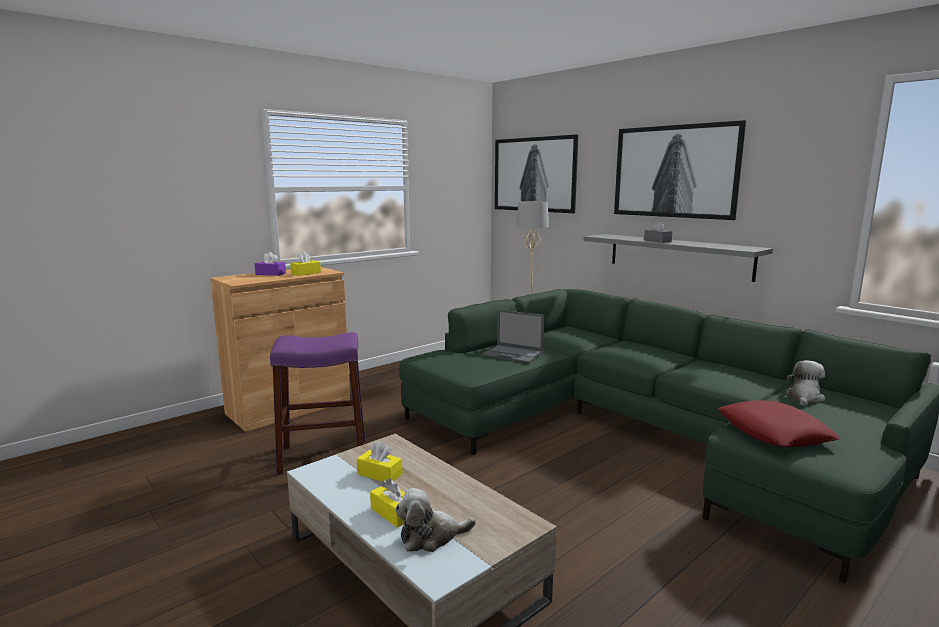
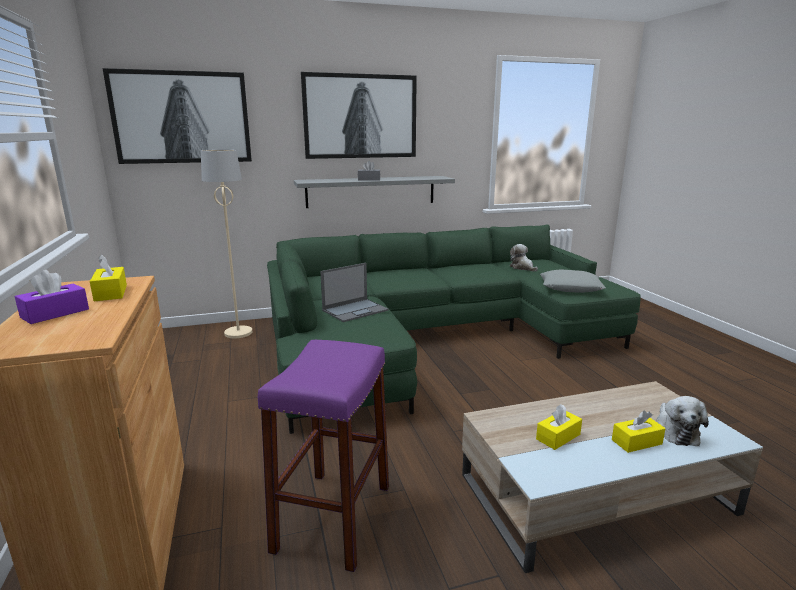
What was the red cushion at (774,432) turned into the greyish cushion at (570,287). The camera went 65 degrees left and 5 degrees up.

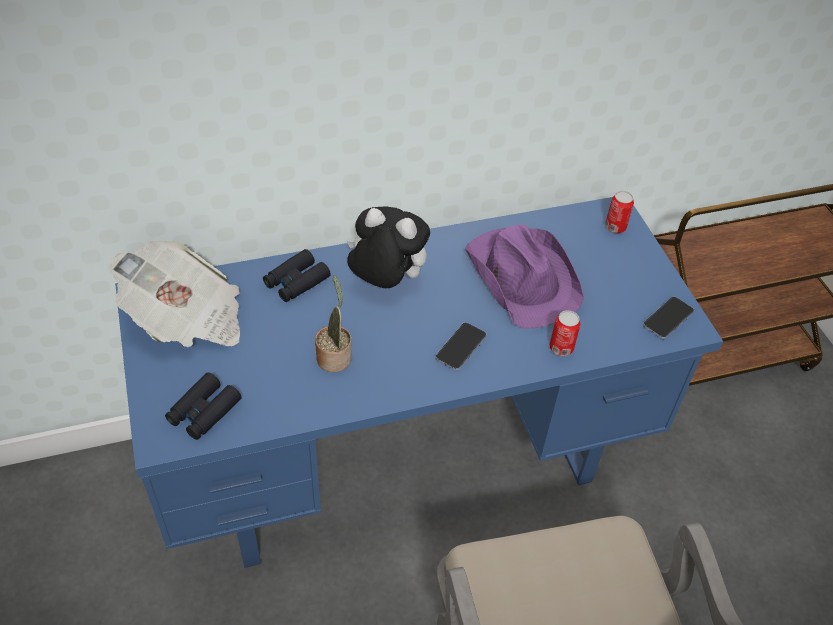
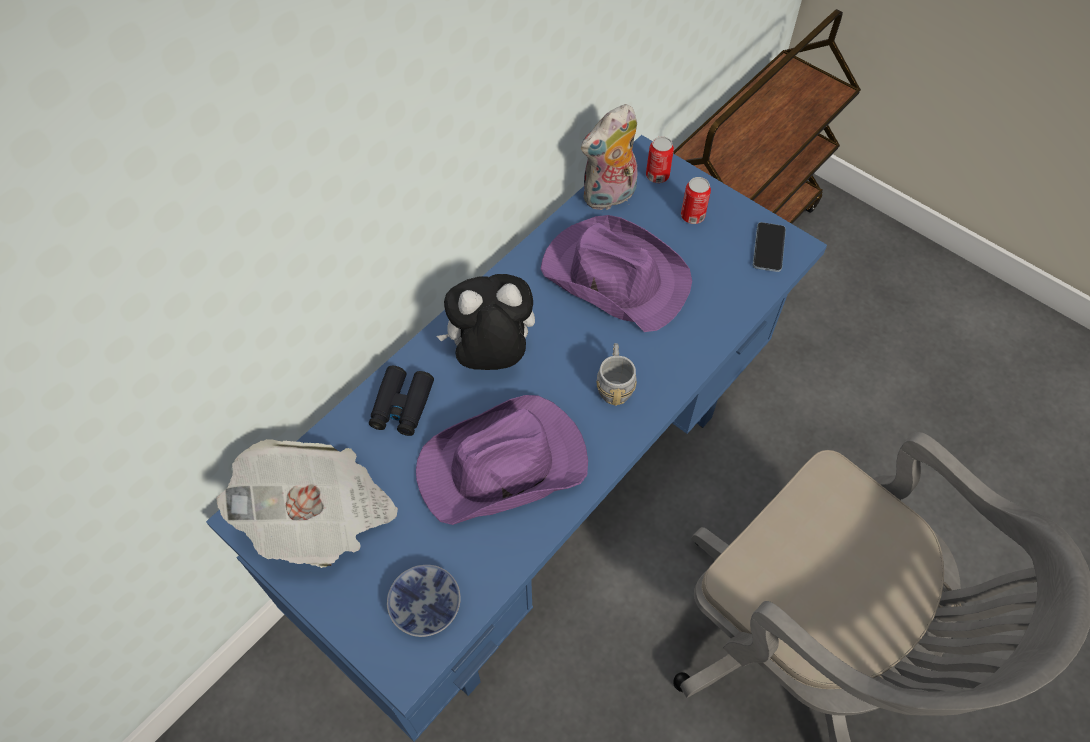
The second view gained the cuddly toy at (609,197). The sealed can ended up elsewhere, having gone from (561,348) to (692,216). Where the black binoculars stood at (204,412), the deep dish came to stand at (423,607). Where the plant in a pot stood at (334,356), the purple-coloured wearable hat came to stand at (504,466). Where the telephone stood at (460,347), the greyish tea mug came to stand at (614,384). The camera went 30 degrees left and 10 degrees up.

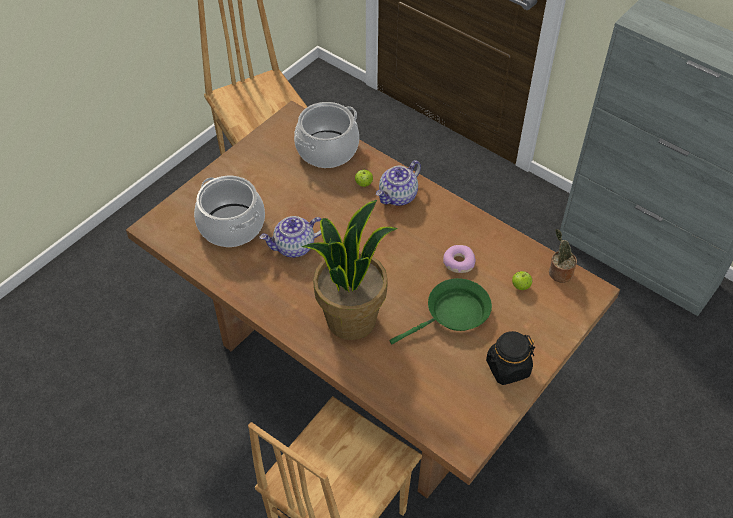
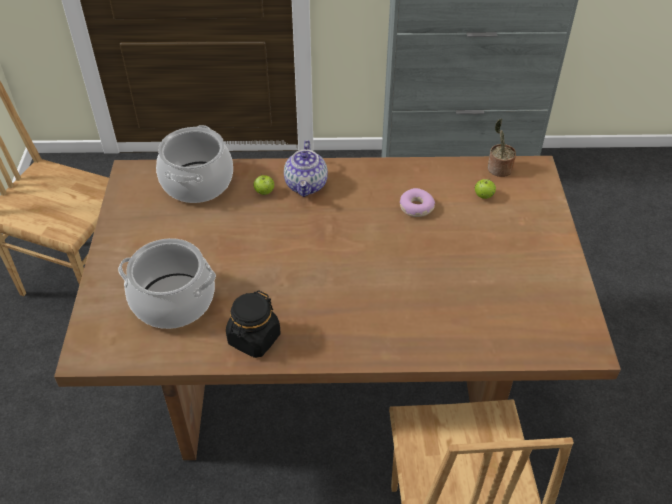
The second view lost the teapot at (294,247). The second view lost the plant in a pot at (351,318). The second view lost the greenish frying pan at (453,314). The black storage jar ended up elsewhere, having gone from (507,368) to (254,339). The camera went 40 degrees left and 5 degrees down.

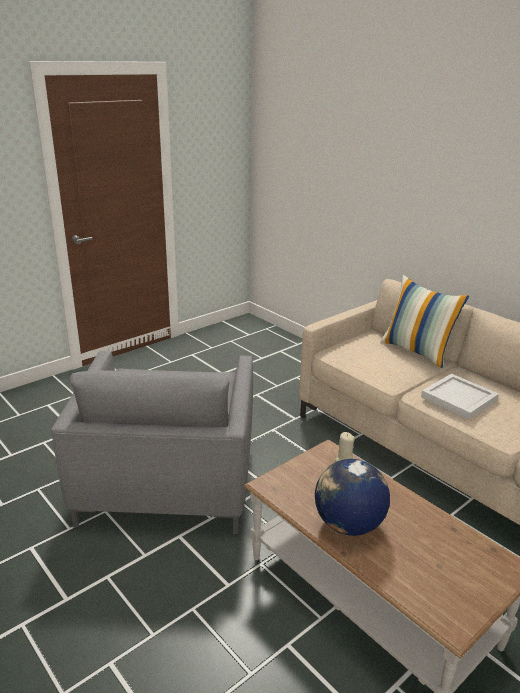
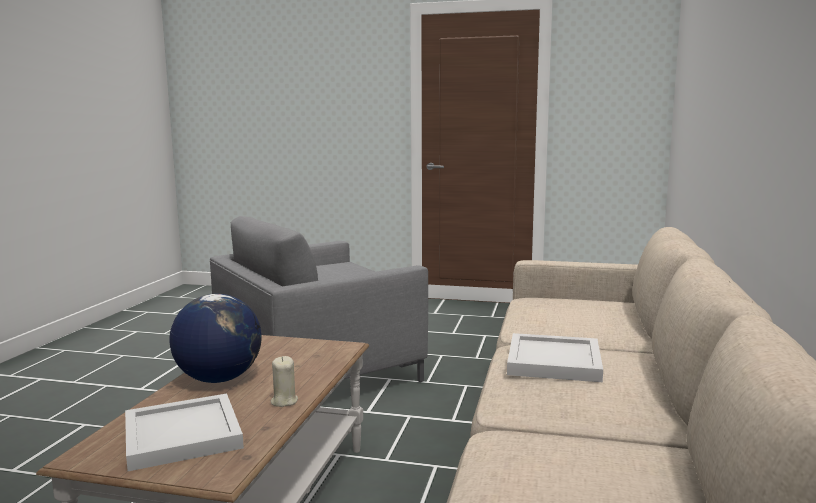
The second view lost the cushion at (417,351). The second view gained the white-coloured tray at (184,435). The sand-coloured wax candle ended up elsewhere, having gone from (344,459) to (284,401). The camera went 55 degrees right and 15 degrees down.

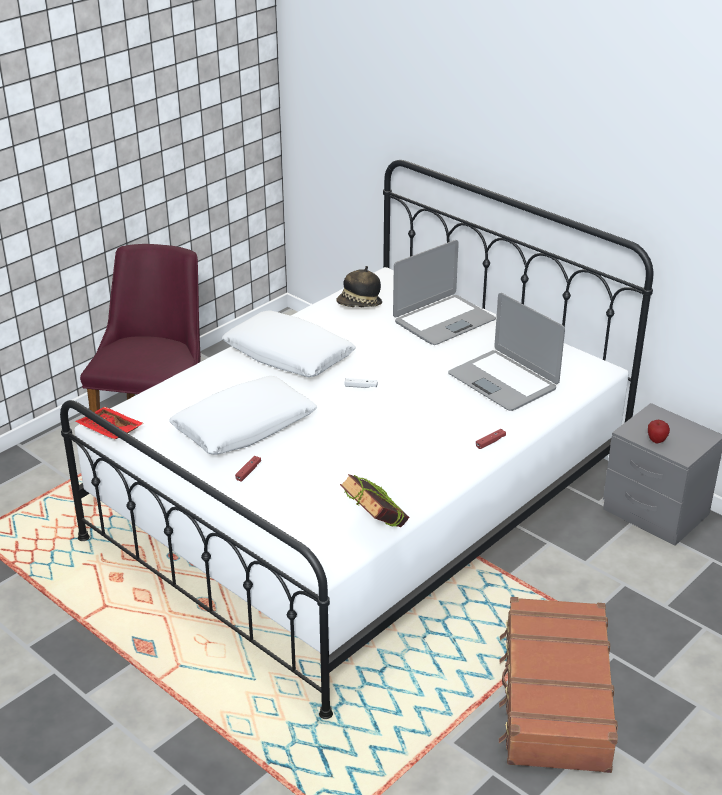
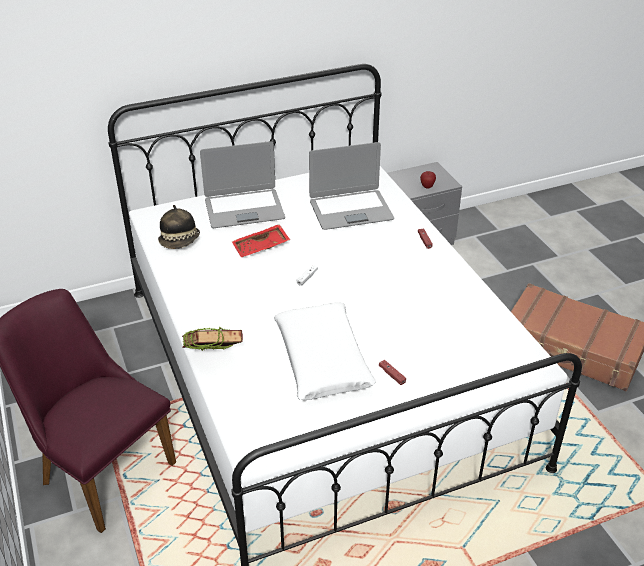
The second view lost the white-coloured cushion at (288,355). The red tray ended up elsewhere, having gone from (109,431) to (261,247). The volume ended up elsewhere, having gone from (374,528) to (213,361). The portable computer at (443,321) ended up facing another way, 90 degrees clockwise from before. The camera went 65 degrees left and 5 degrees up.

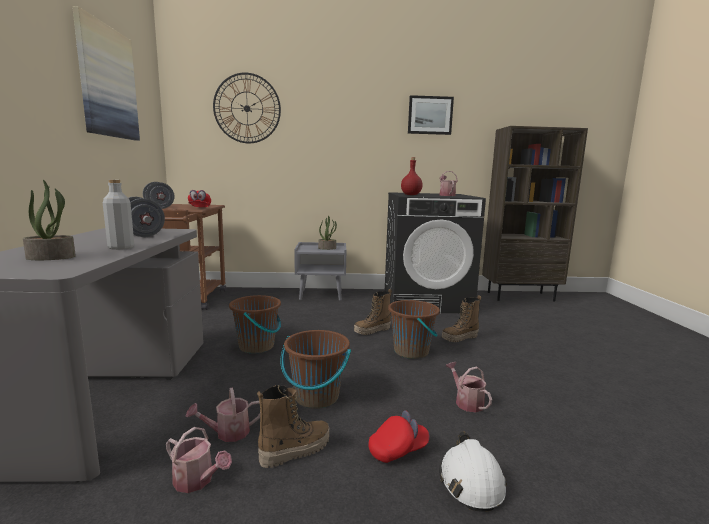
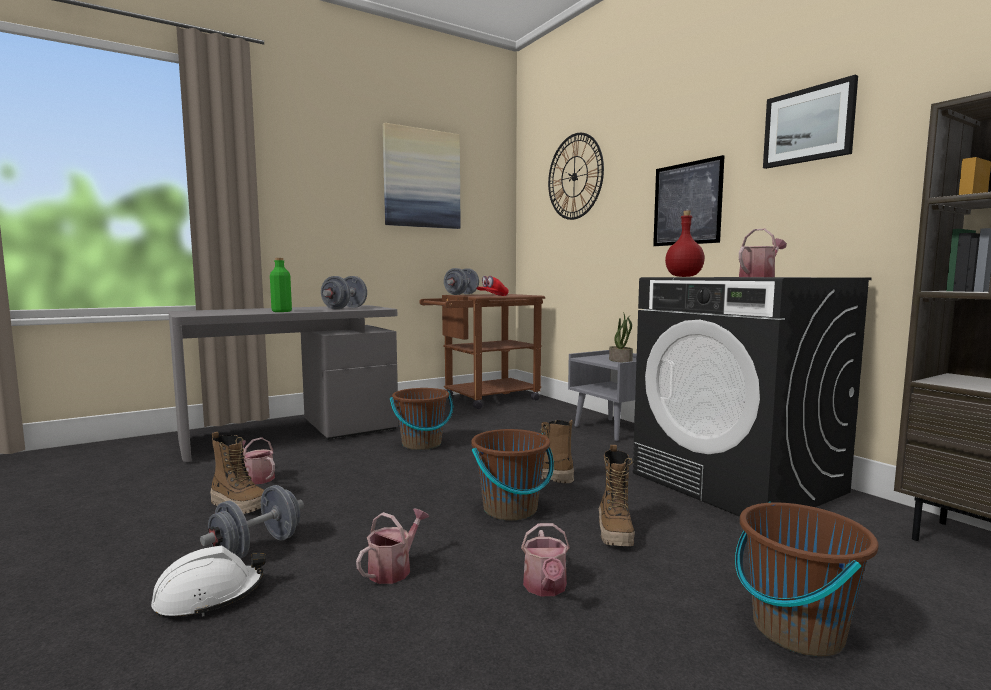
The second view lost the plant in a pot at (52,257). The second view gained the wall art at (687,204). The watering pot ended up elsewhere, having gone from (197,481) to (546,588). The brown bucket ended up elsewhere, having gone from (316,397) to (796,630). Where the red cap stood at (398,450), the greyish free weight came to stand at (257,547). What was the greyish bottle at (121,247) turned into the greenish bottle at (281,311). The tall boot at (460,338) ended up facing another way, 120 degrees counterclockwise from before. The camera went 60 degrees right and 5 degrees down.

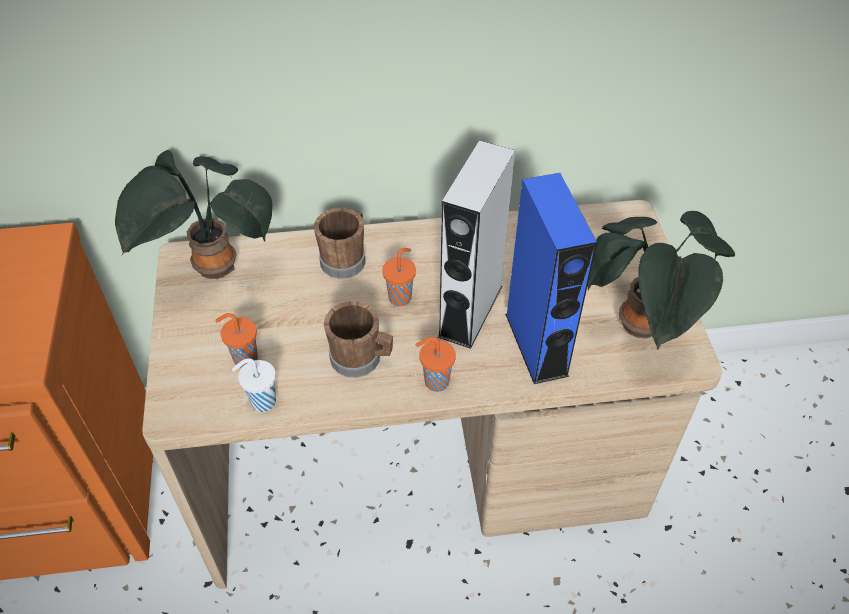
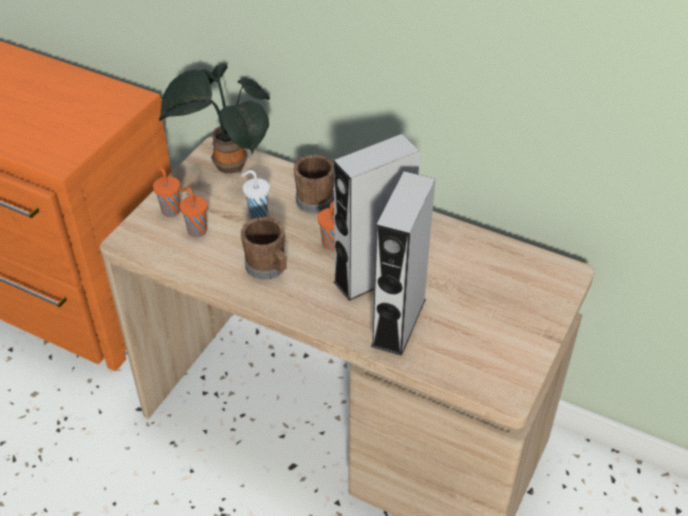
The second view lost the plant in a pot at (641,329). The white-coloured cup ended up elsewhere, having gone from (261,402) to (257,213). The orangey cup ended up elsewhere, having gone from (435,382) to (170,210). What was the blue audio speaker at (536,344) turned into the greyish audio speaker at (398,322). The camera went 35 degrees right and 5 degrees down.

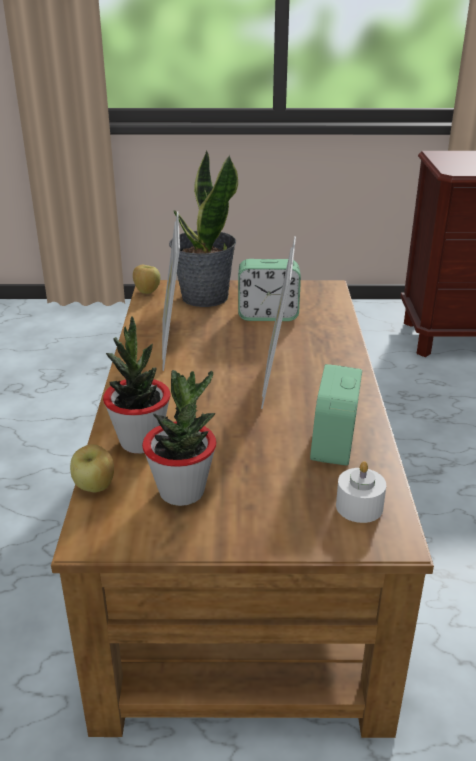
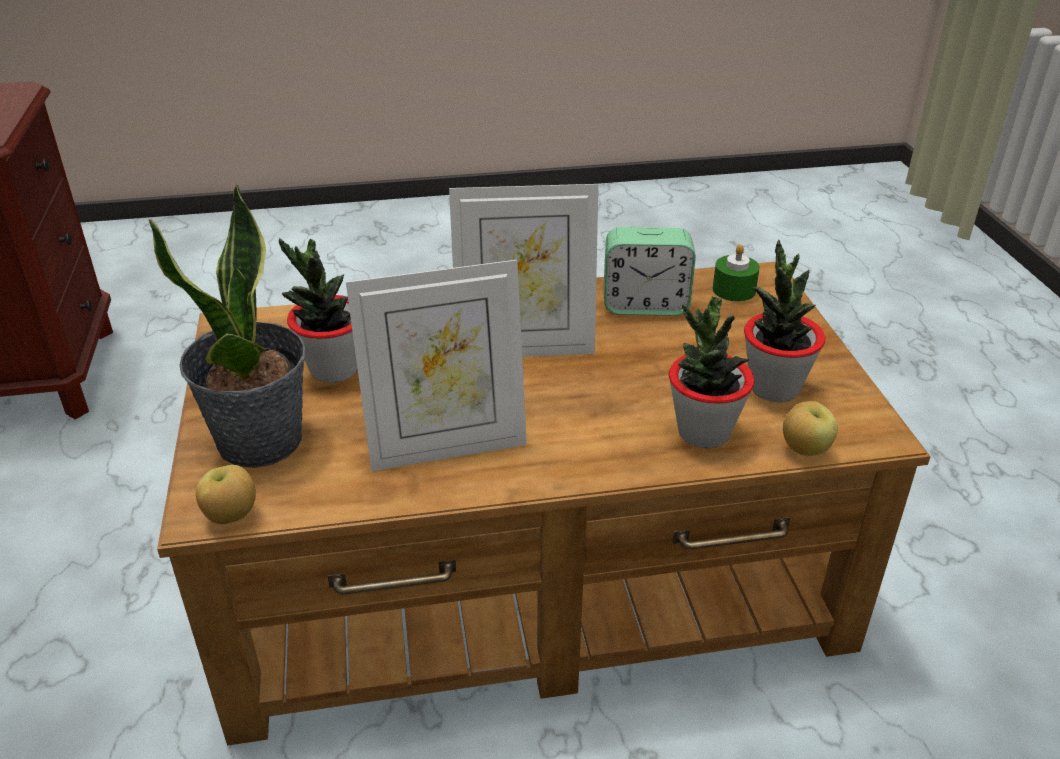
Where the table clock stood at (268,315), the plant in a pot came to stand at (333,369). What was the white-coloured wax candle at (359,506) turned into the greenish wax candle at (734,290). The camera went 100 degrees left and 5 degrees up.

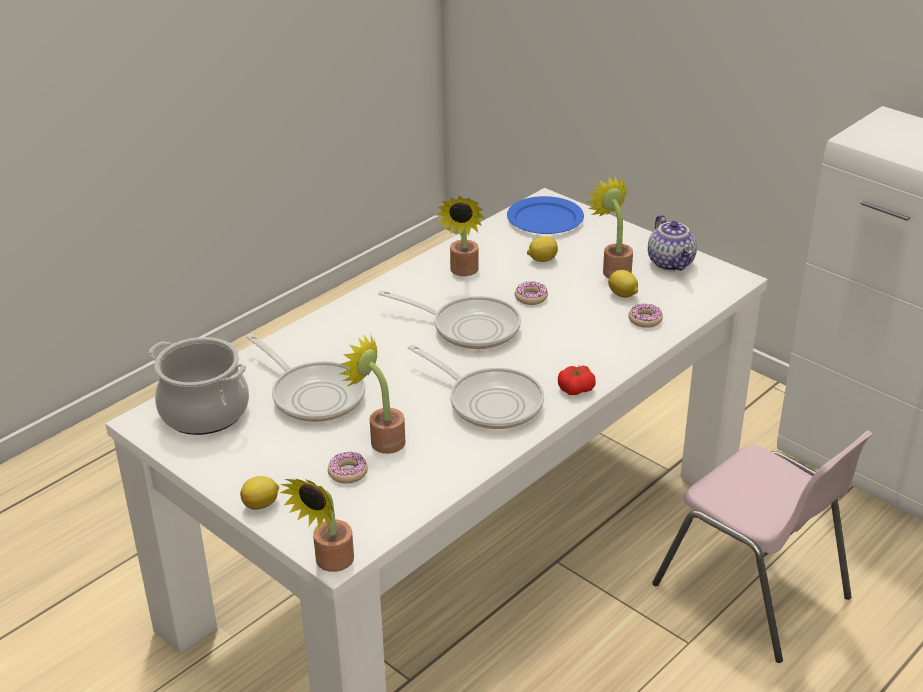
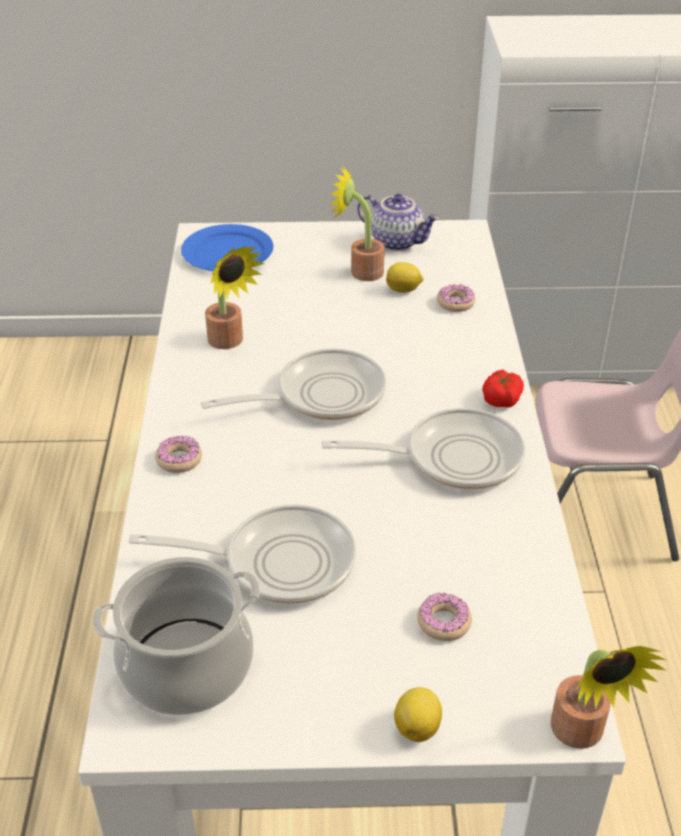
The second view lost the plant in a pot at (382,440). The second view lost the whole lemon at (542,260). The doughnut ended up elsewhere, having gone from (531,297) to (179,460). The camera went 45 degrees left and 5 degrees up.

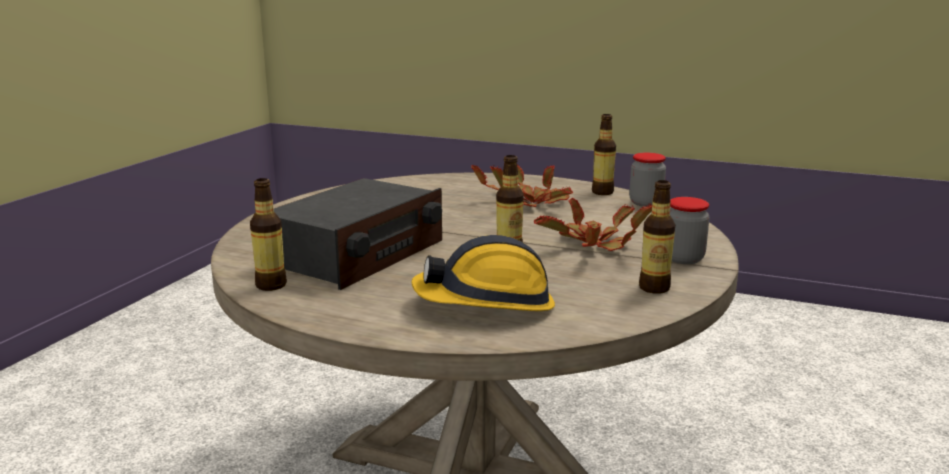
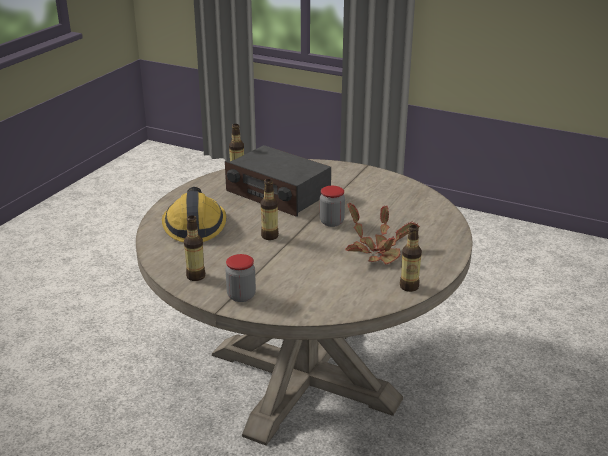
The second view lost the plant in a pot at (593,245). The storage jar ended up elsewhere, having gone from (645,203) to (331,222). The camera went 95 degrees right and 10 degrees up.

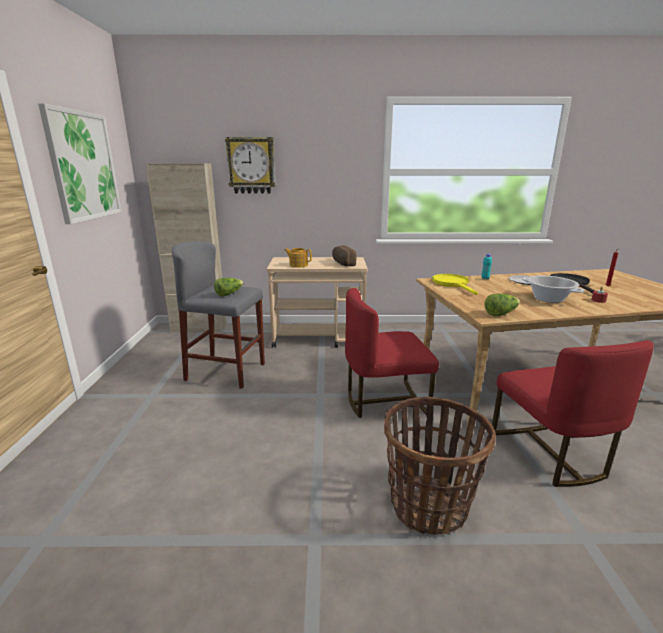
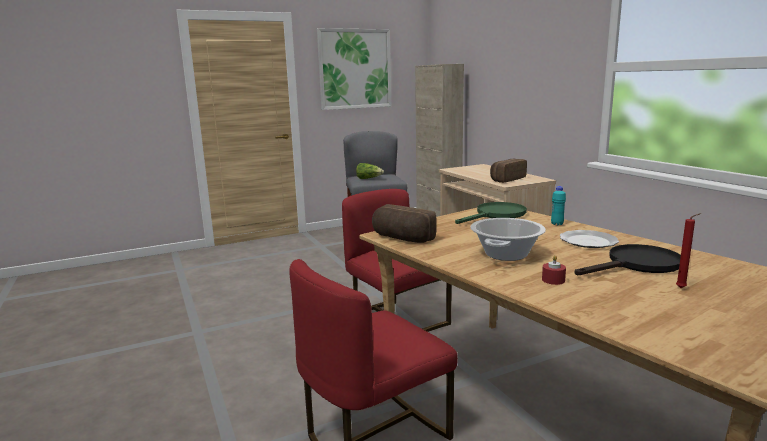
The second view lost the hanging clock at (251,165). The second view lost the teapot at (298,265). The second view lost the household basket at (429,506). Where the lettuce stood at (500,313), the bread came to stand at (402,238). What was the yellowish frying pan at (453,284) turned into the greenish frying pan at (496,215). The camera went 65 degrees right and 5 degrees down.

